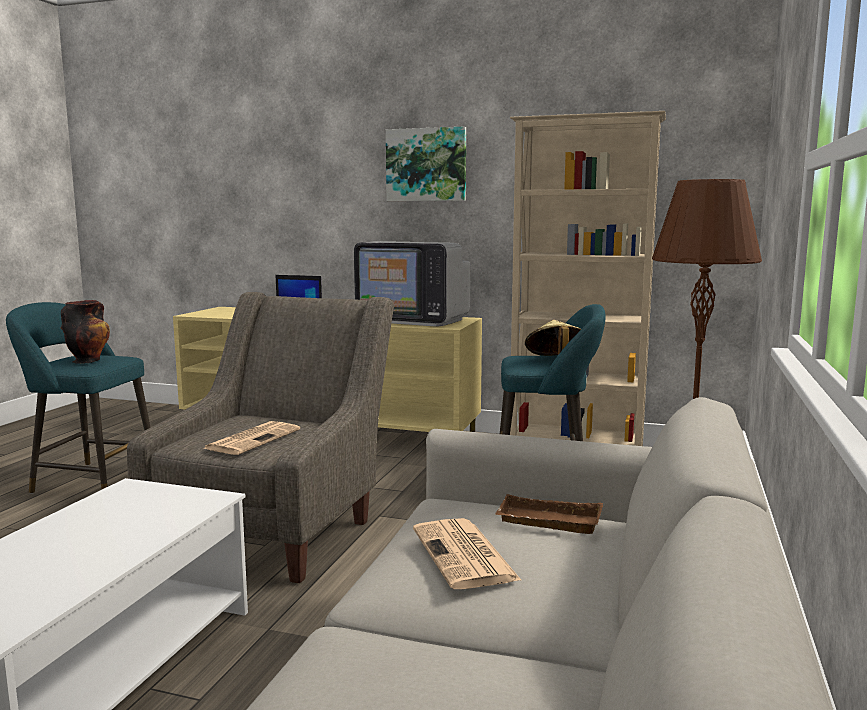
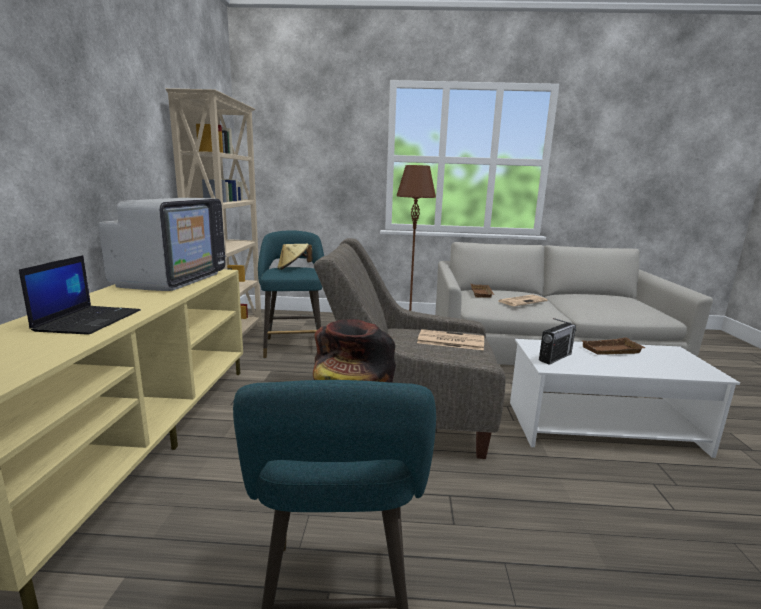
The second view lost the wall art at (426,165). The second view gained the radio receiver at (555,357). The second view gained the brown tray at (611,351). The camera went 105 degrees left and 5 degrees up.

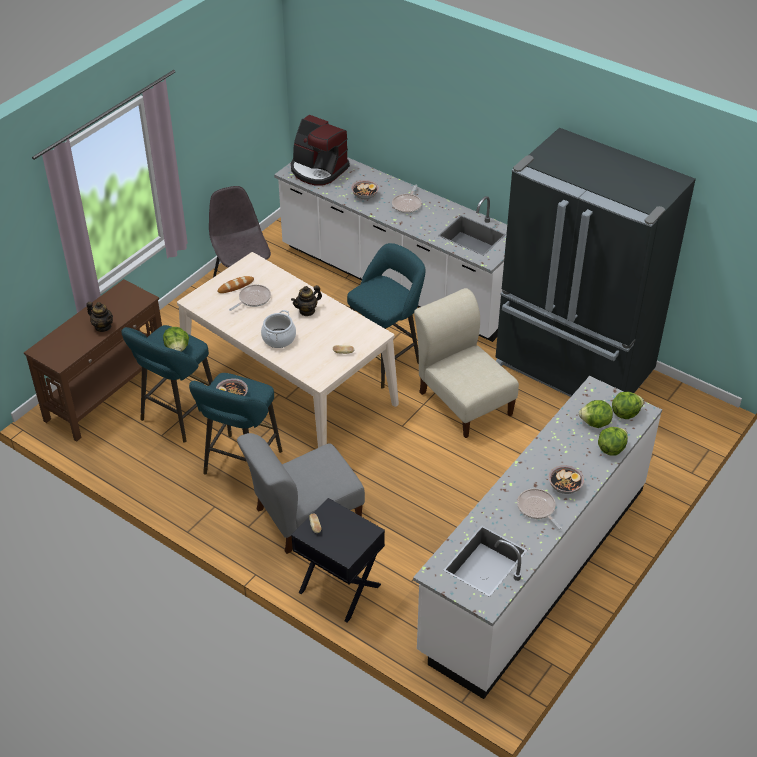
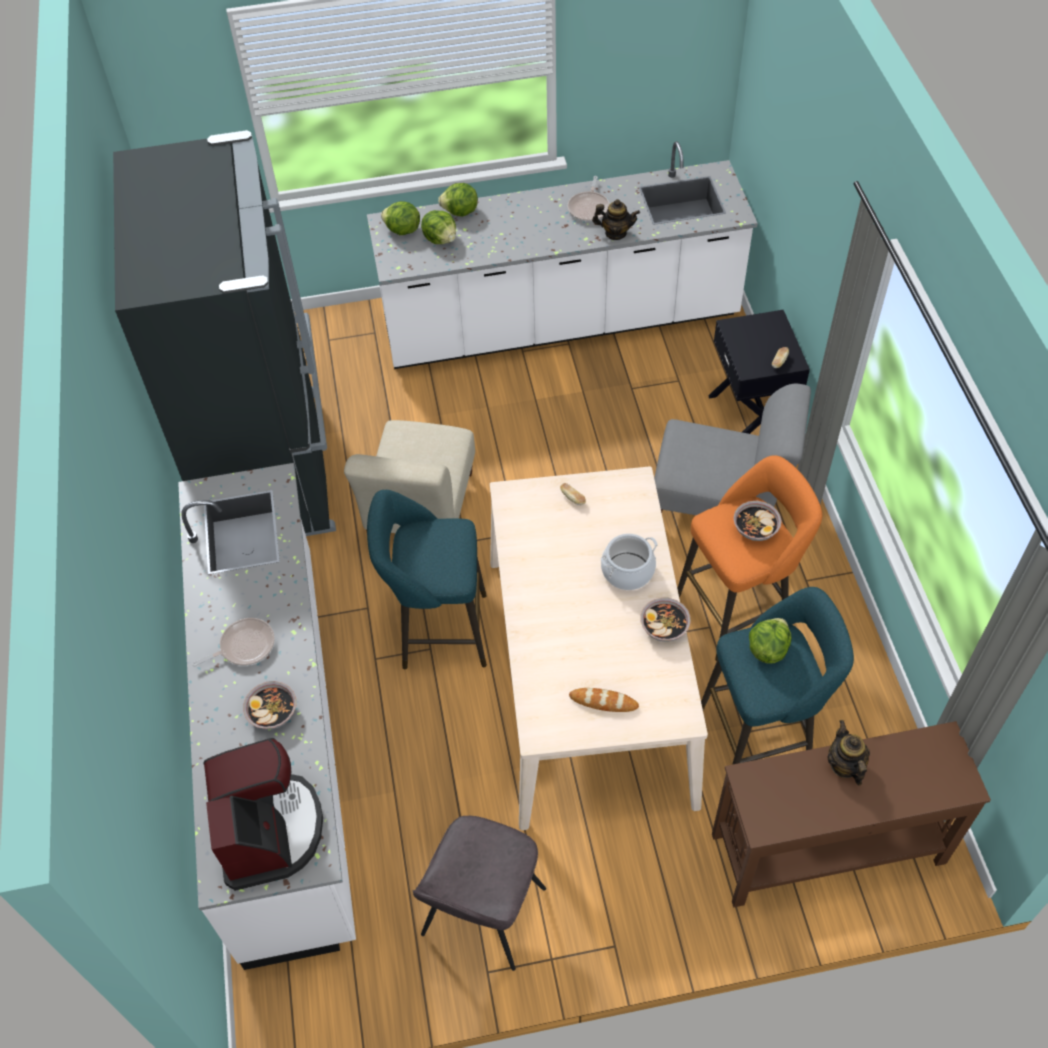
The second view lost the frying pan at (253,299). The teapot ended up elsewhere, having gone from (307,311) to (615,233). The deep dish ended up elsewhere, having gone from (565,486) to (664,627). What was the blue-green stool at (240,465) turned into the orangey stool at (737,610). The camera went 135 degrees left and 10 degrees up.

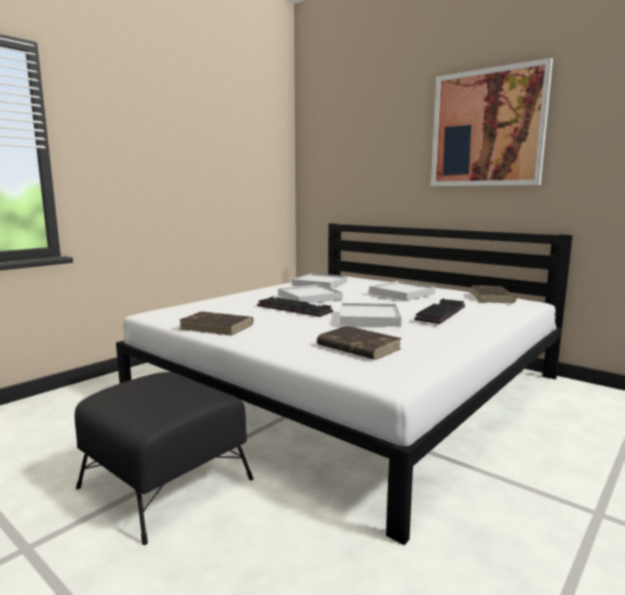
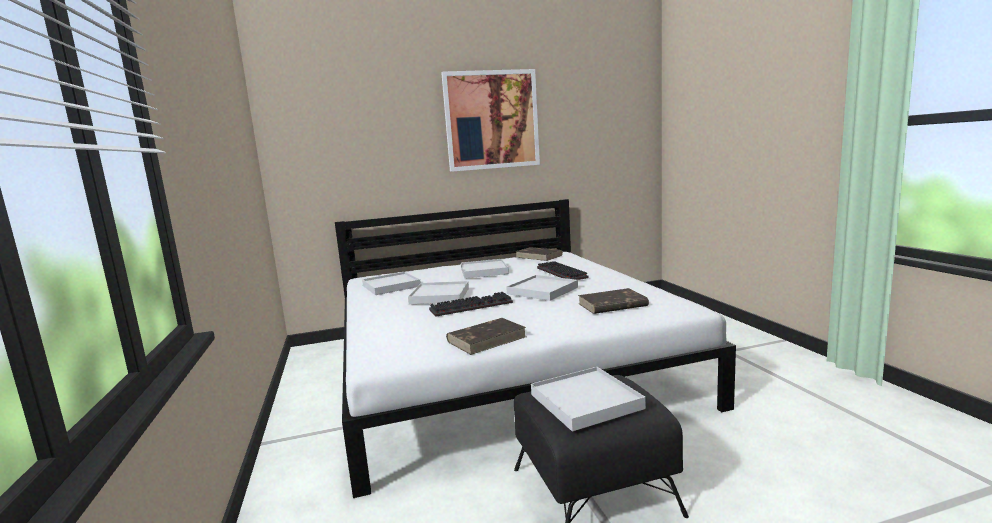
The second view gained the white-coloured tray at (585,401). The camera went 55 degrees left and 0 degrees up.

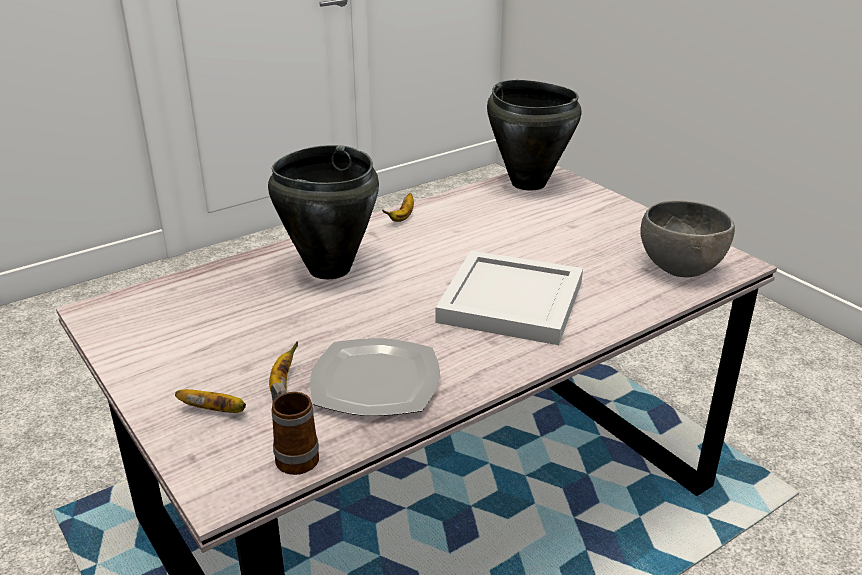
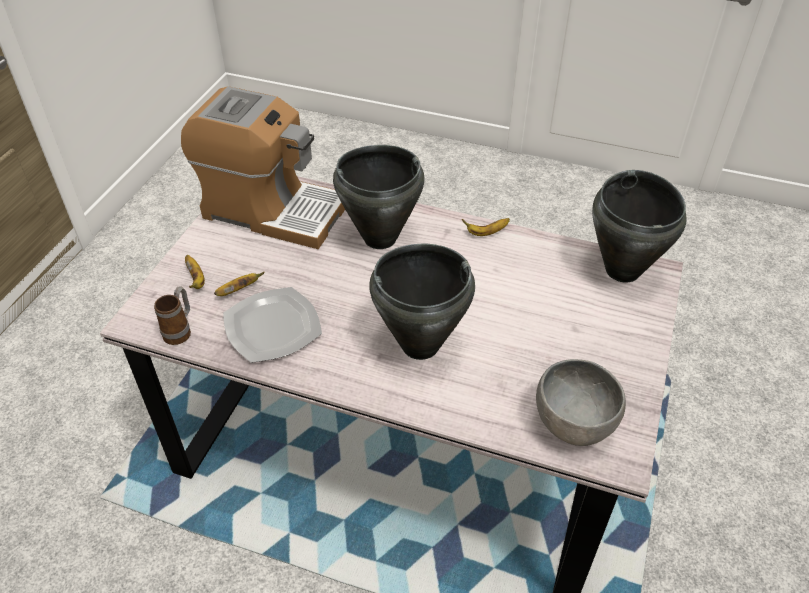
The second view gained the coffee brewer at (273,210). Where the white-coloured tray stood at (508,302), the black cooking pot came to stand at (419,345). The camera went 55 degrees right and 15 degrees up.

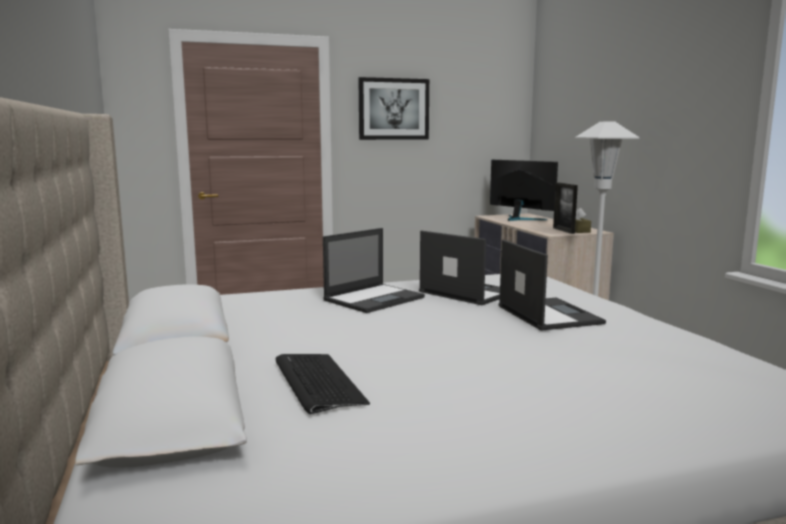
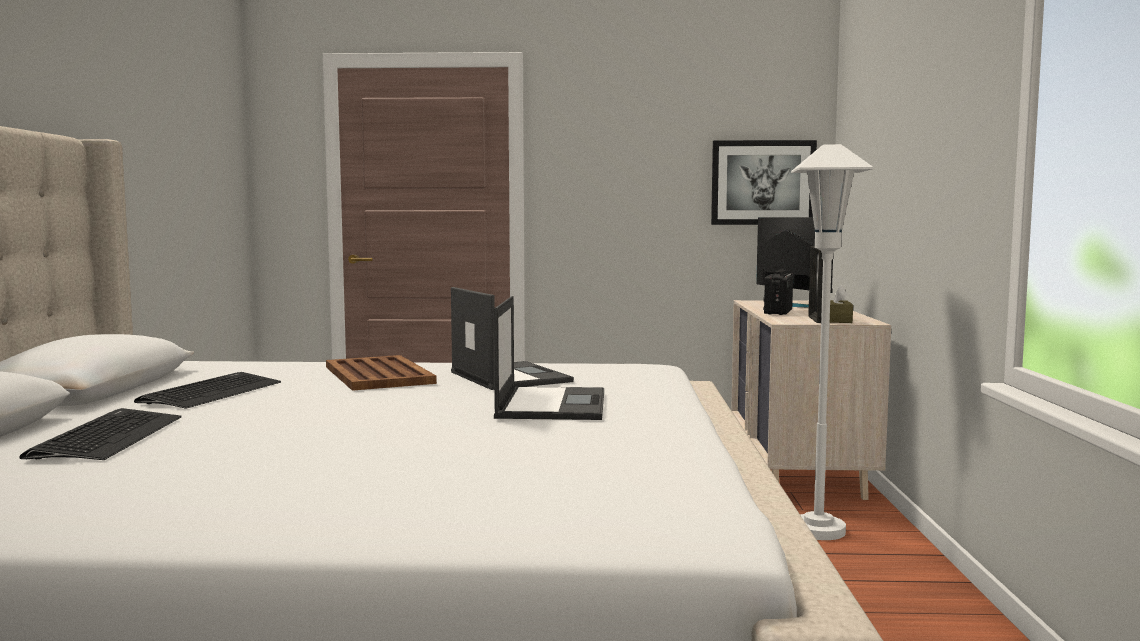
The second view gained the keyboard at (212,393). The second view gained the radio receiver at (778,312). The wall art ended up elsewhere, having gone from (393,109) to (762,183). Where the portable computer stood at (375,298), the brown tray came to stand at (378,374). The camera went 20 degrees right and 5 degrees down.

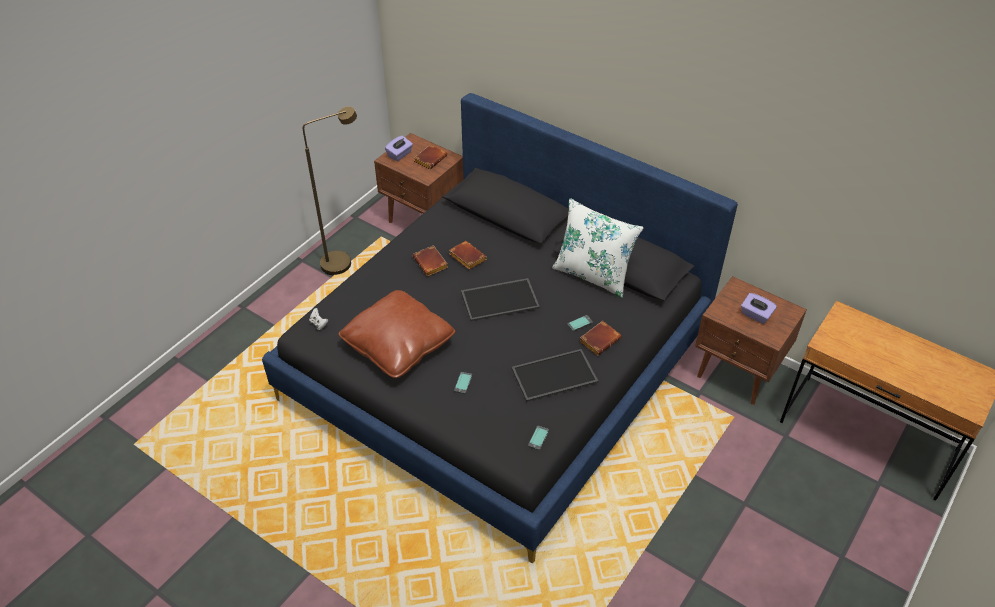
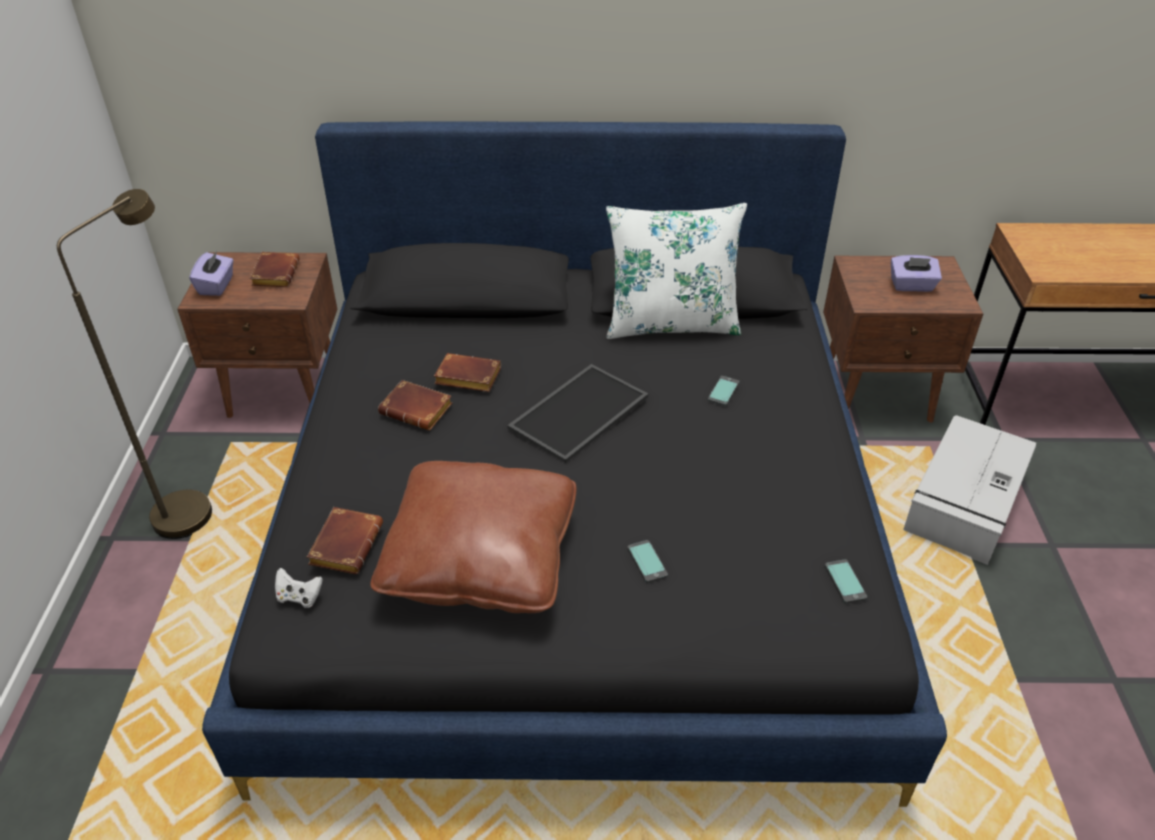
The second view lost the tray at (554,376). The second view gained the greyish storage box at (964,502). The brown volume ended up elsewhere, having gone from (599,339) to (345,544). The camera went 35 degrees left and 5 degrees down.

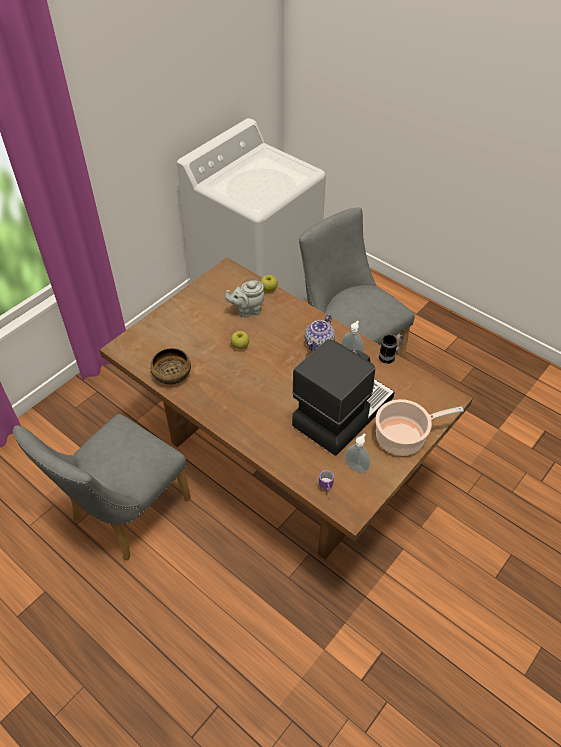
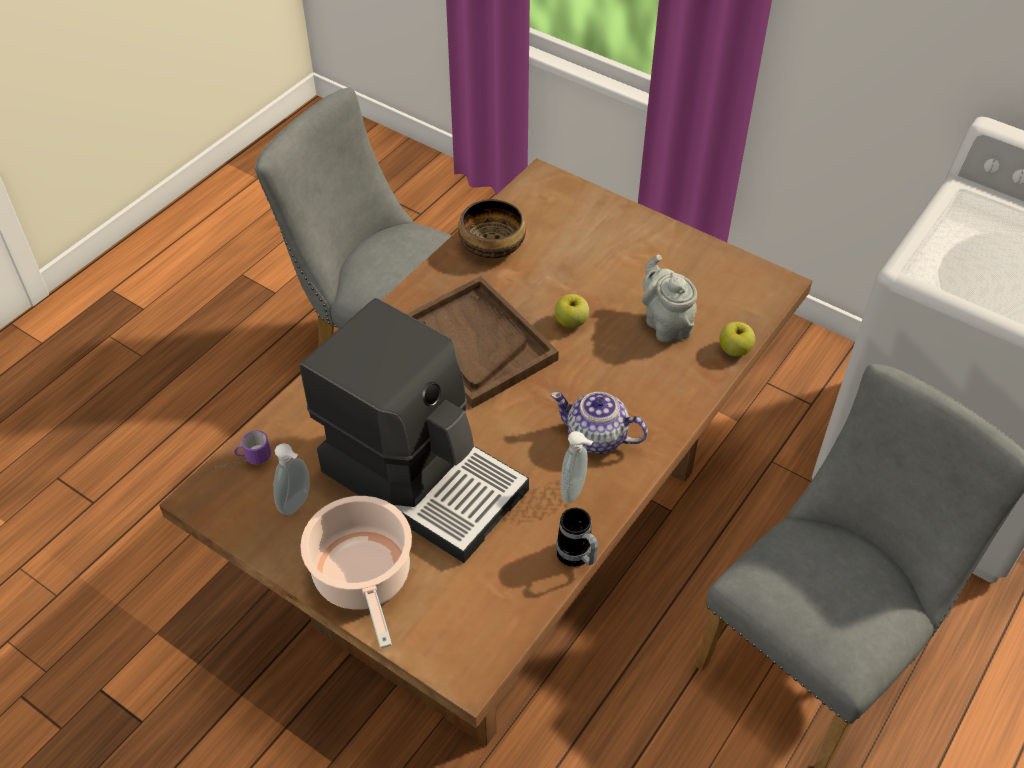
The second view gained the brown tray at (476,343). The camera went 85 degrees right and 0 degrees up.

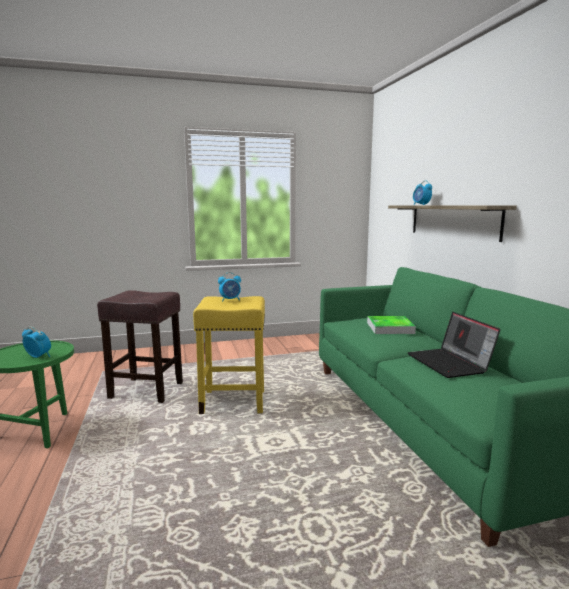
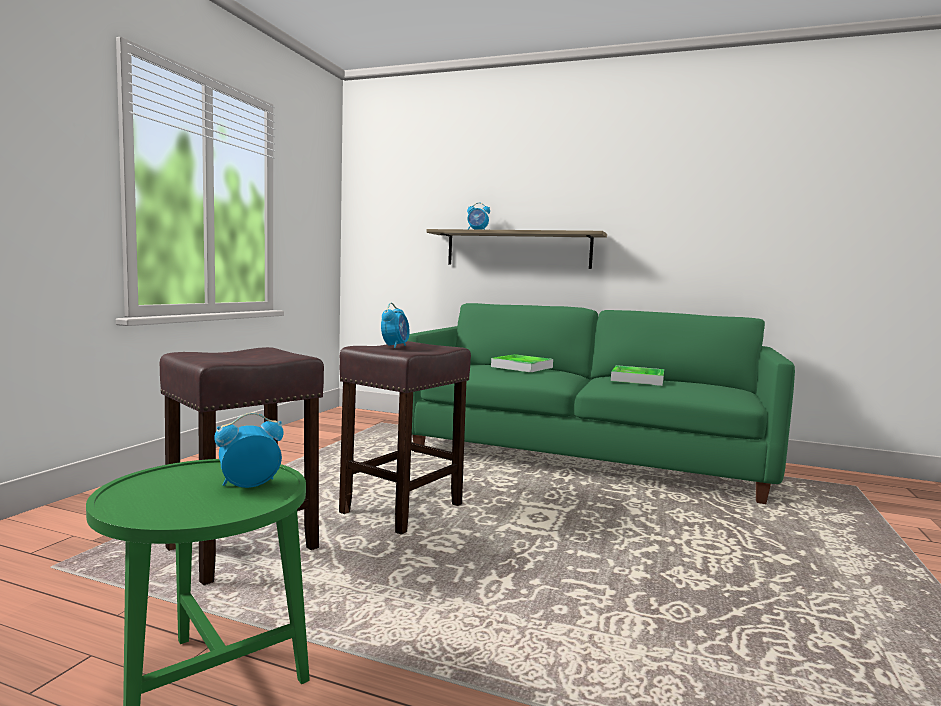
Where the portable computer stood at (450,363), the tray came to stand at (637,379). What was the yellowish stool at (234,402) turned into the brown stool at (403,508). The camera went 55 degrees left and 5 degrees down.

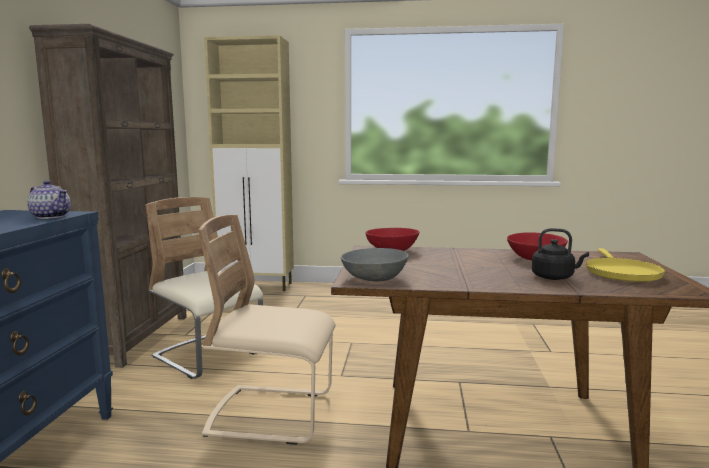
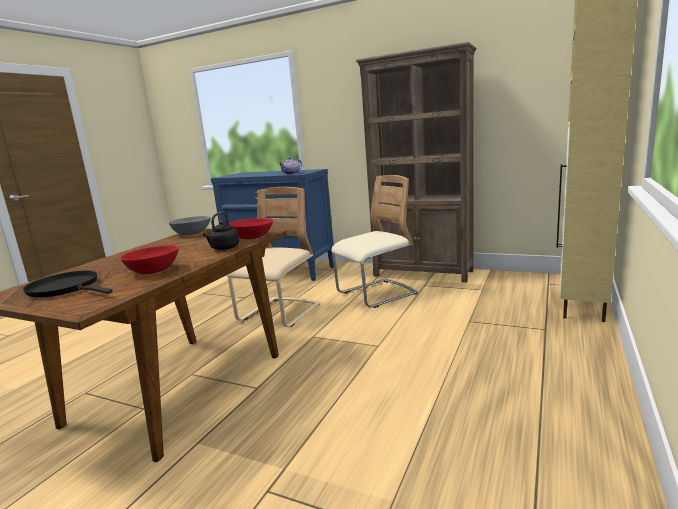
The black kettle ended up elsewhere, having gone from (554,277) to (224,248). What was the yellowish frying pan at (621,273) turned into the black frying pan at (66,288). The camera went 110 degrees right and 5 degrees up.

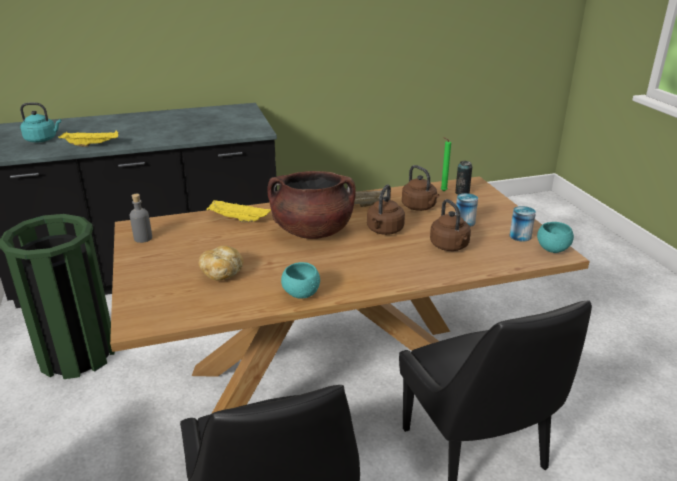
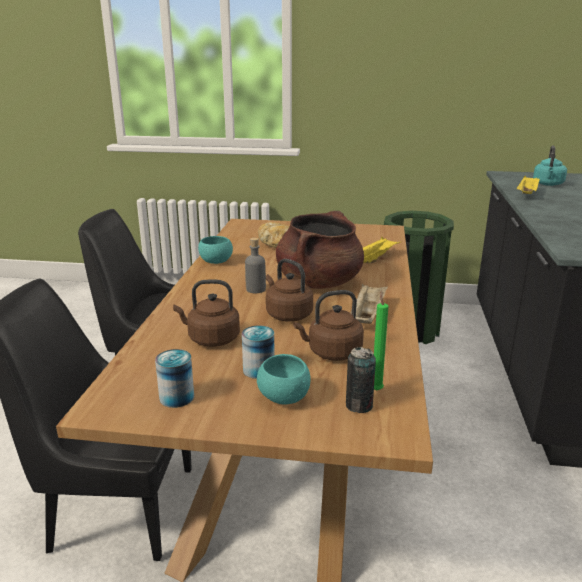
The greyish bottle ended up elsewhere, having gone from (143,238) to (255,289). The blue-green deep dish ended up elsewhere, having gone from (552,249) to (283,398). The camera went 115 degrees right and 5 degrees down.

